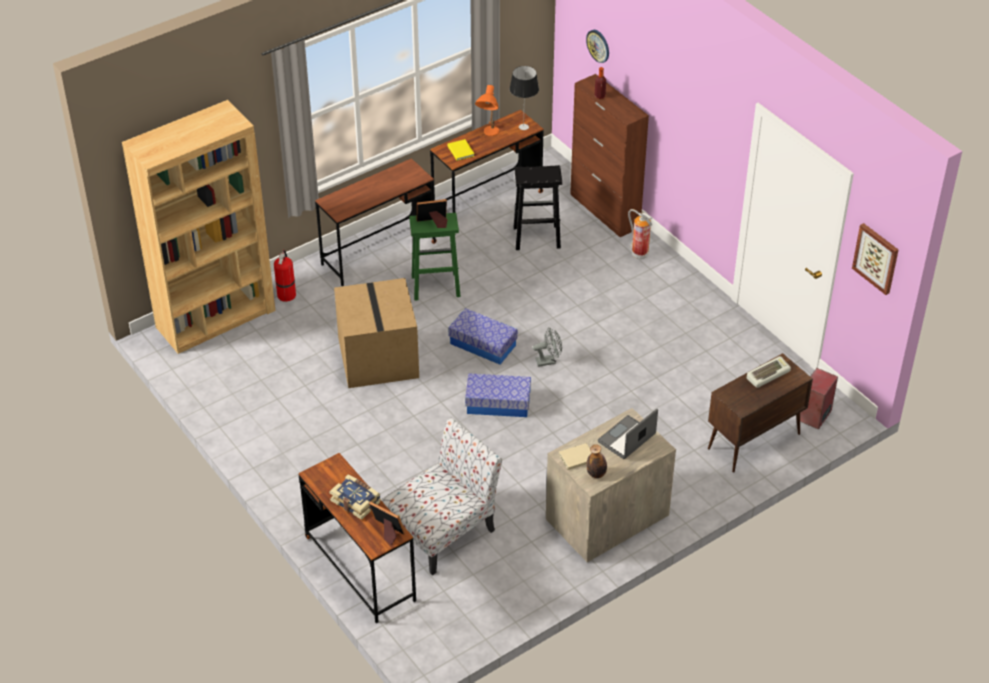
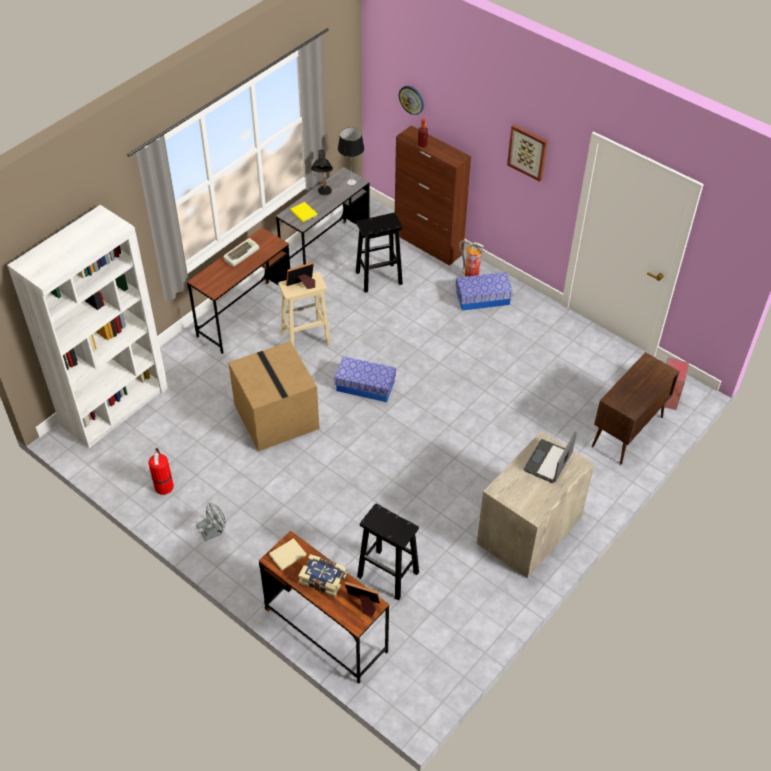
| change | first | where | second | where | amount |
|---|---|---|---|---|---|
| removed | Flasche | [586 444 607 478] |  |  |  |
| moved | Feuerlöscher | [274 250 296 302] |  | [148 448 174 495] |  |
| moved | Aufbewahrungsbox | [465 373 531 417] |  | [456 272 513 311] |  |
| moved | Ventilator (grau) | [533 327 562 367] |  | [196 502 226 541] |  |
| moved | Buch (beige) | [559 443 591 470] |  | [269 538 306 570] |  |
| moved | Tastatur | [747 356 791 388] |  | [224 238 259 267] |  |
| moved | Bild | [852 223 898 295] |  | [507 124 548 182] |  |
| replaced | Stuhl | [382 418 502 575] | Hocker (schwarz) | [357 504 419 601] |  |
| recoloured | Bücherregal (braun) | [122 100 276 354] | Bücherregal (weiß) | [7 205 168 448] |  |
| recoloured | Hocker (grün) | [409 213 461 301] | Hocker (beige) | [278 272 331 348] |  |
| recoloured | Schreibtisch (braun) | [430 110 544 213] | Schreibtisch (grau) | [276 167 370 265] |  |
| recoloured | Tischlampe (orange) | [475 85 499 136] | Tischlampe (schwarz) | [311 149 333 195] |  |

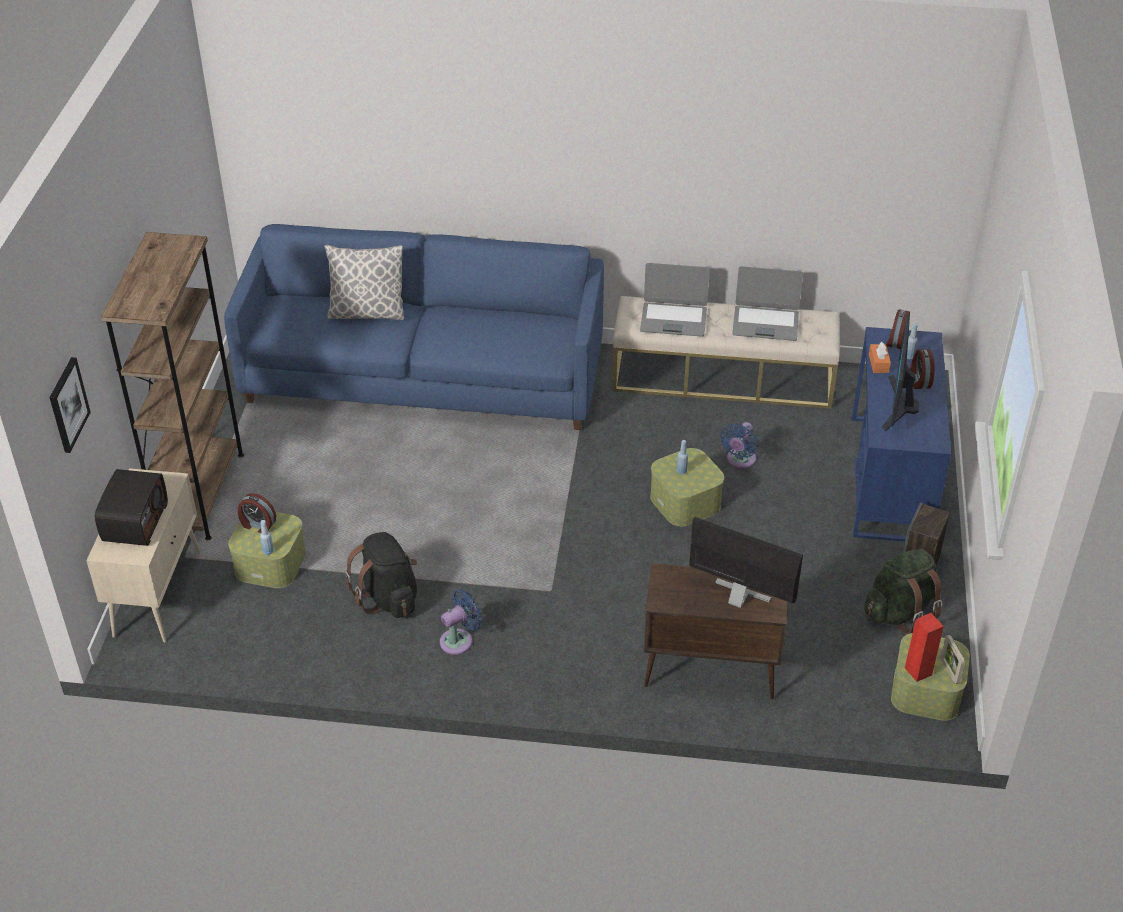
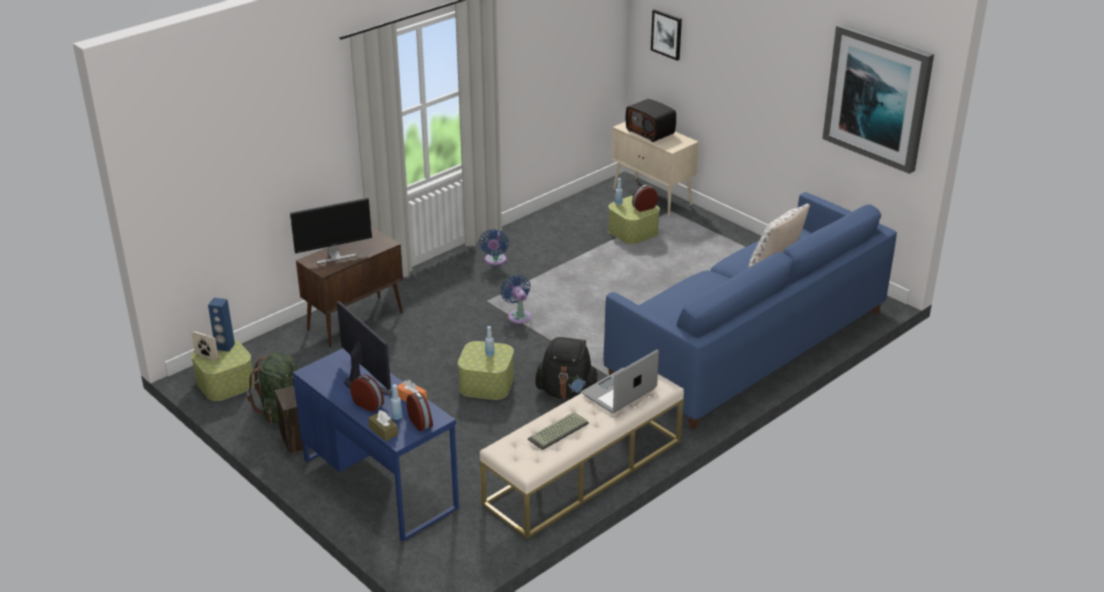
| change | first | where | second | where | amount |
|---|---|---|---|---|---|
| removed | Bücherregal (braun) | [101 232 244 540] |  |  |  |
| added |  |  | Taschentuchbox (braun) | [368 410 398 441] |  |
| added |  |  | Bild | [822 24 934 174] |  |
| moved | Rucksack (schwarz) | [345 532 417 618] |  | [536 337 600 399] |  |
| moved | Ventilator (blau) | [720 422 758 469] |  | [501 275 531 324] |  |
| replaced | Laptop | [732 266 803 341] | Tastatur | [528 412 589 450] |  |
| recoloured | Lautsprecher (rot) | [905 613 944 682] | Lautsprecher (blau) | [208 298 235 352] |  |

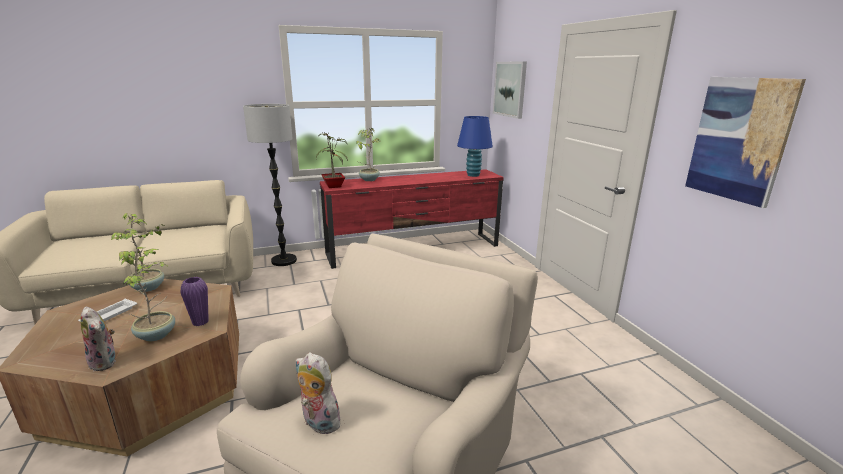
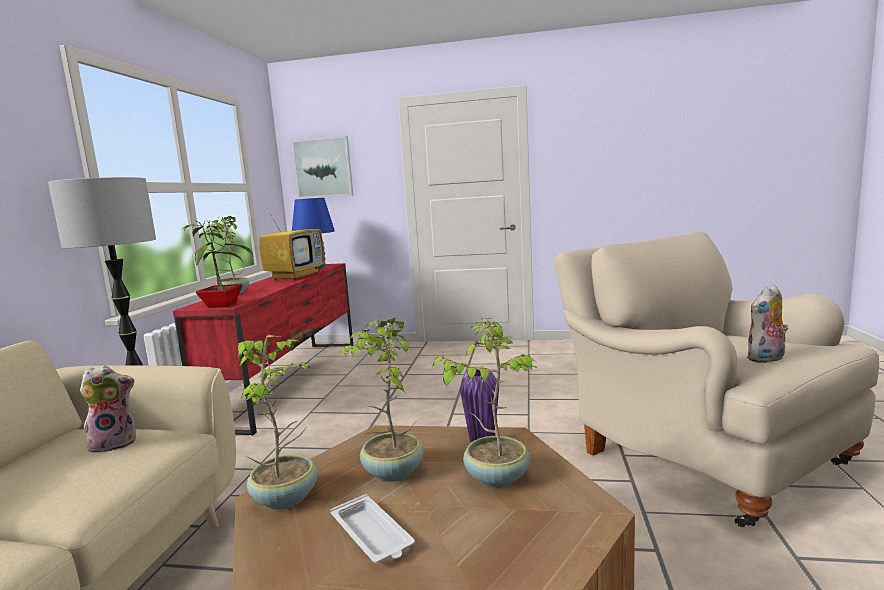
| change | first | where | second | where | amount |
|---|---|---|---|---|---|
| removed | Bild | [685 77 806 208] |  |  |  |
| added |  |  | Fernseher | [259 207 324 281] |  |
| added |  |  | Topfpflanze | [339 318 424 482] |  |
| moved | Plüschtier | [80 306 116 372] |  | [80 366 136 452] |  |

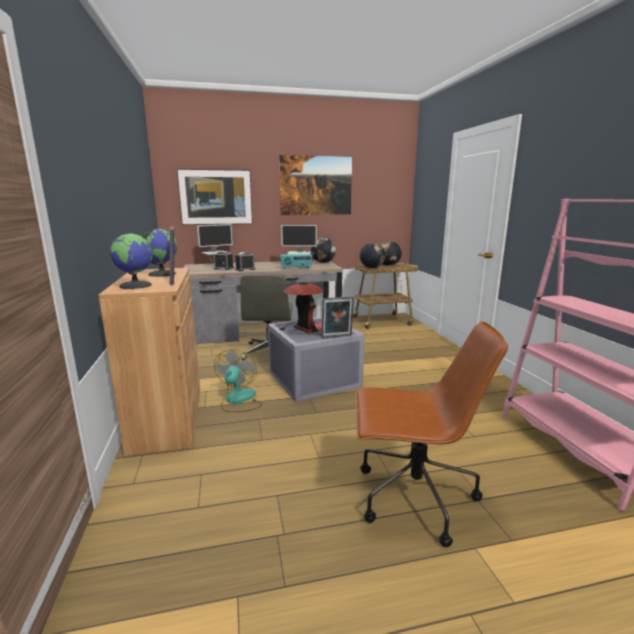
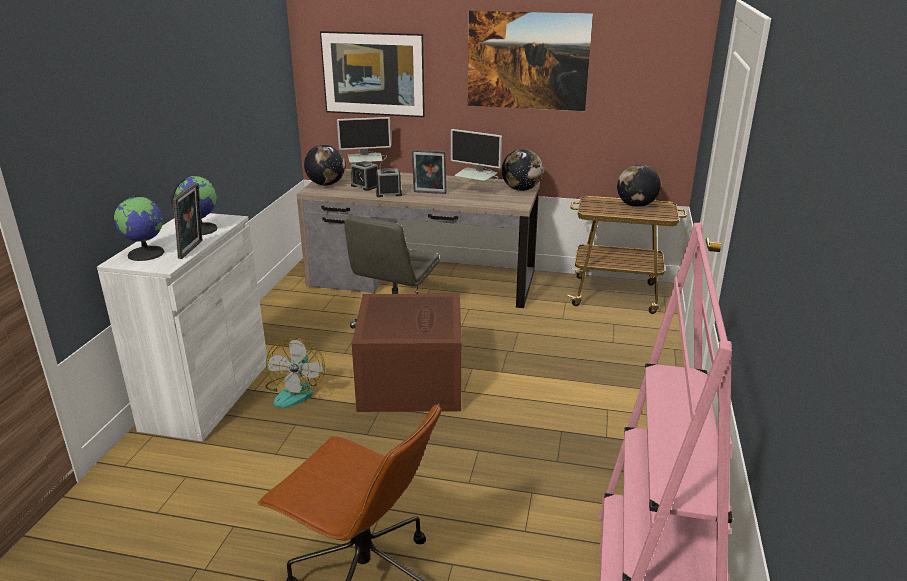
| change | first | where | second | where | amount |
|---|---|---|---|---|---|
| removed | Tischlampe | [279 282 324 335] |  |  |  |
| removed | Radio | [280 254 312 269] |  |  |  |
| moved | Bilderrahmen | [322 296 354 338] |  | [412 150 446 194] |  |
| moved | Globus | [360 242 386 268] |  | [304 145 345 186] |  |
| recoloured | Schrank (braun) | [99 268 200 456] | Schrank (weiß) | [97 213 268 442] |  |
| recoloured | Aufbewahrungsbox (grau) | [268 317 365 402] | Aufbewahrungsbox (braun) | [352 294 462 412] |  |
| turned | Ventilator | [214 349 262 412] |  | [266 338 325 408] | 150 degrees clockwise |

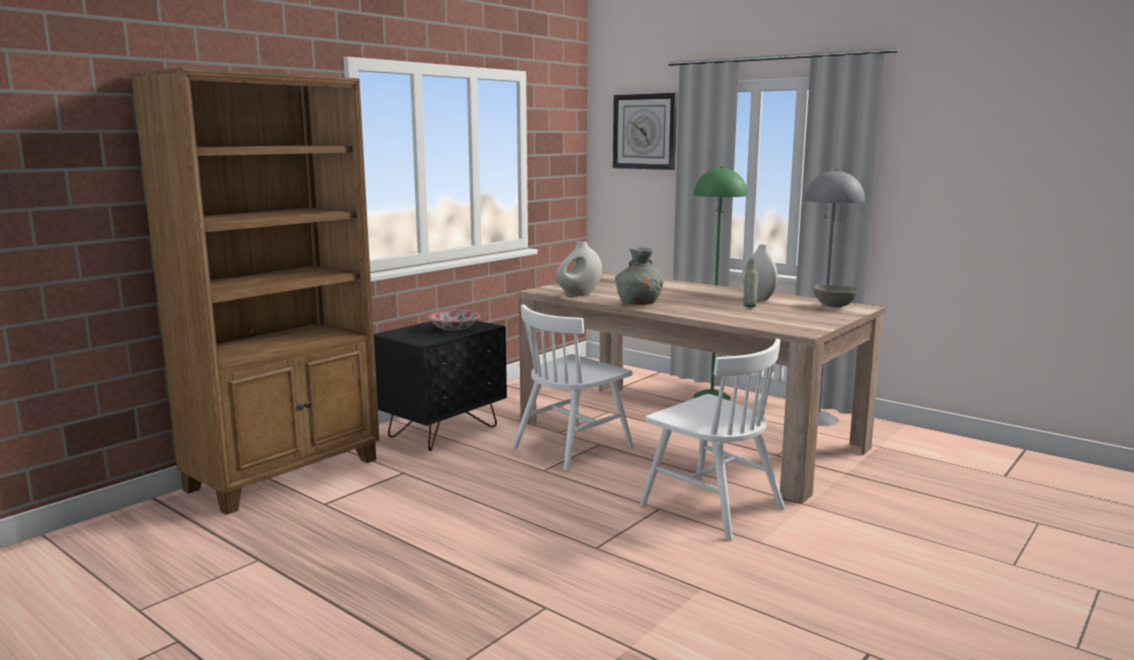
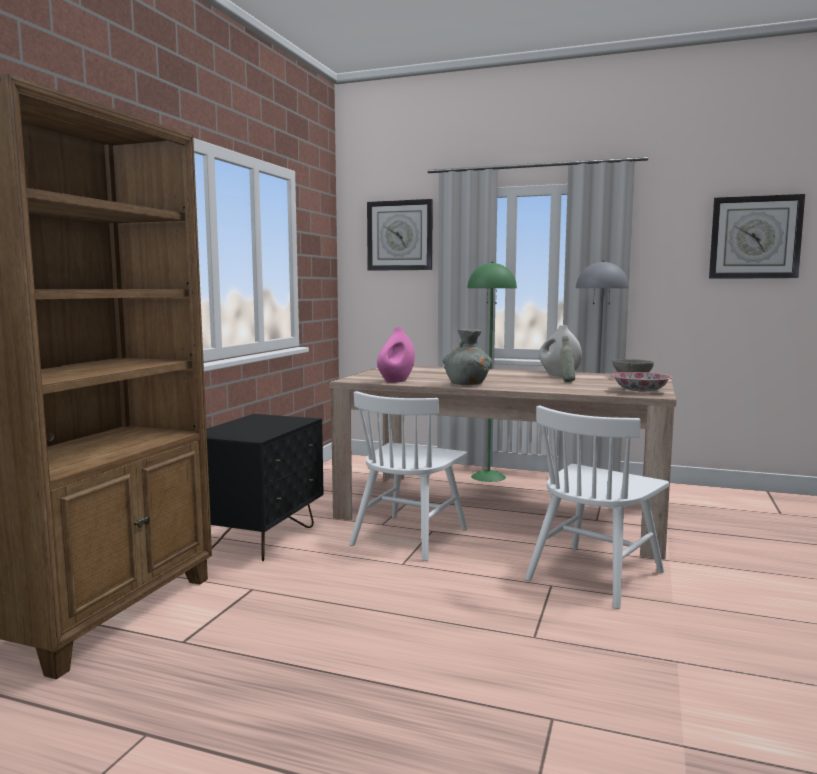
| change | first | where | second | where | amount |
|---|---|---|---|---|---|
| added |  |  | Wanduhr | [709 194 805 279] |  |
| moved | Schüssel | [428 310 480 331] |  | [611 372 672 392] |  |
| recoloured | Vase (weiß) | [556 241 602 296] | Vase (rosa) | [377 327 415 383] |  |
| turned | Stuhl (weiß) | [640 339 785 540] |  | [525 406 669 609] | 105 degrees clockwise |

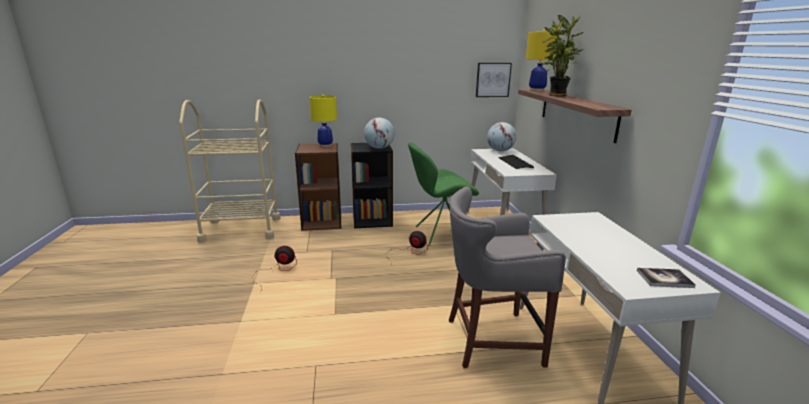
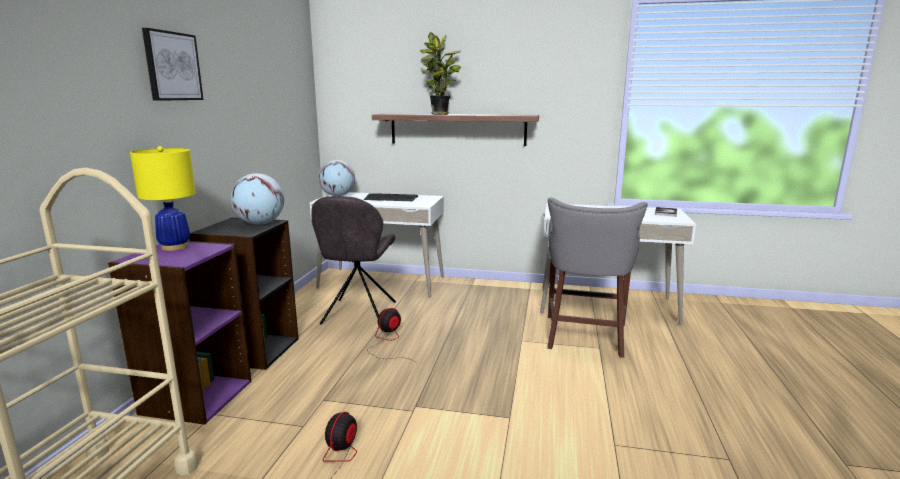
| change | first | where | second | where | amount |
|---|---|---|---|---|---|
| removed | Tischlampe (gelb) | [526 30 557 92] |  |  |  |
| moved | Bild | [476 63 512 97] |  | [142 28 203 101] |  |
| recoloured | Bücherregal (braun) | [295 143 341 231] | Bücherregal (lila) | [108 241 251 425] |  |
| recoloured | Stuhl (grün) | [408 142 479 246] | Stuhl (grau) | [311 196 396 325] |  |

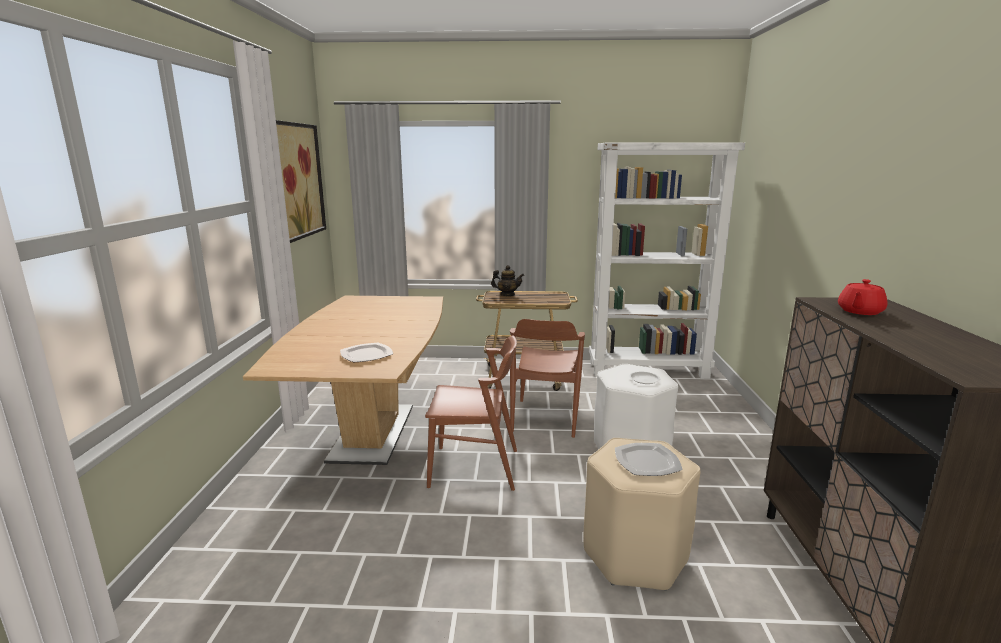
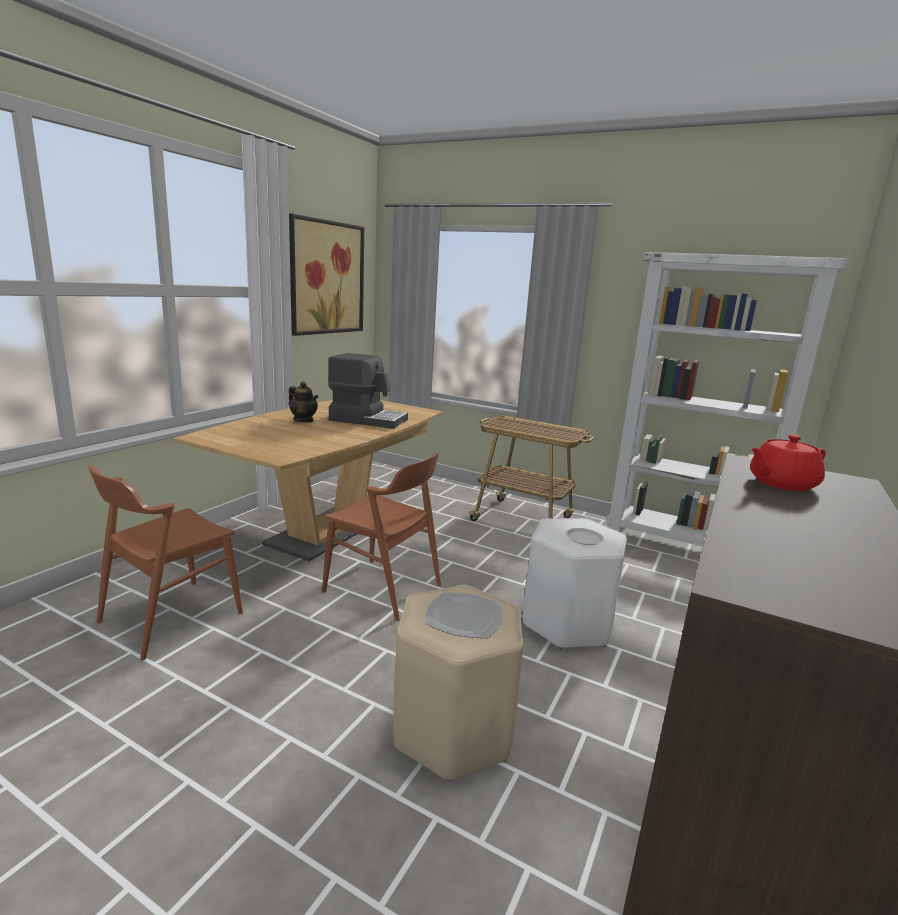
| change | first | where | second | where | amount |
|---|---|---|---|---|---|
| removed | Teller | [340 343 393 362] |  |  |  |
| added |  |  | Kaffeemaschine | [328 353 408 429] |  |
| moved | Teekanne | [491 265 524 296] |  | [289 381 318 422] |  |
| moved | Stuhl (braun) | [510 319 585 438] |  | [87 465 243 661] |  |

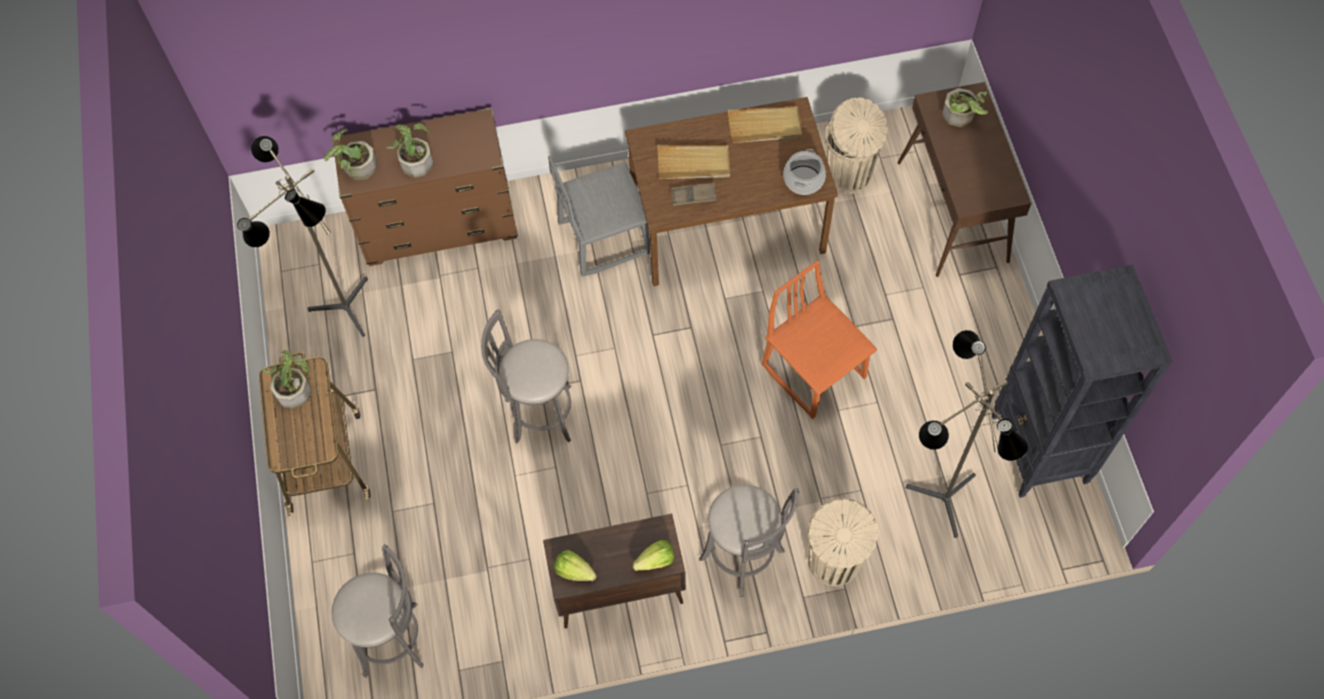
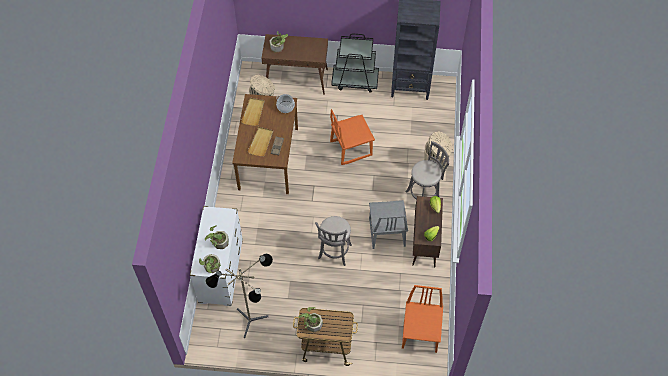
| change | first | where | second | where | amount |
|---|---|---|---|---|---|
| removed | Stehlampe | [906 330 1028 538] |  |  |  |
| added |  |  | Rollwagen (schwarz) | [331 33 379 93] |  |
| moved | Stuhl (grau) | [548 156 651 277] |  | [369 200 408 249] |  |
| replaced | Hocker (grau) | [332 544 424 678] | Stuhl (orange) | [402 285 443 353] |  |
| recoloured | Kommode (braun) | [332 108 518 266] | Kommode (weiß) | [190 206 243 306] |  |

